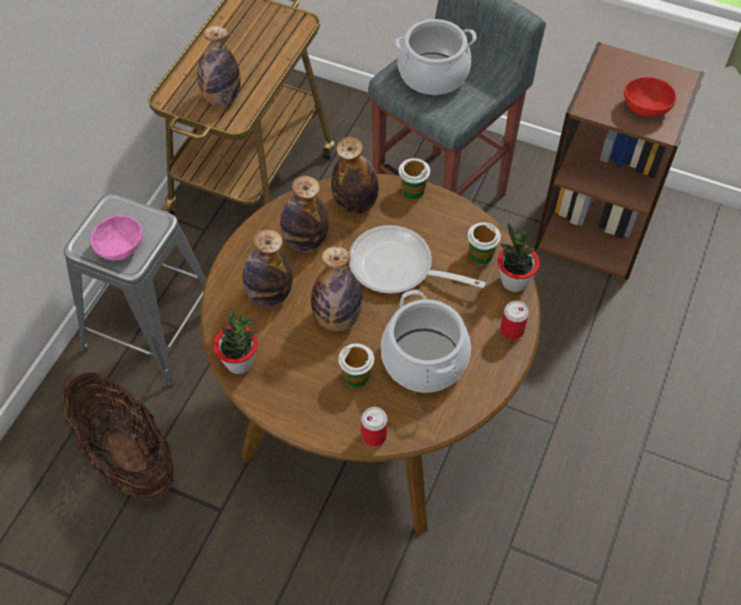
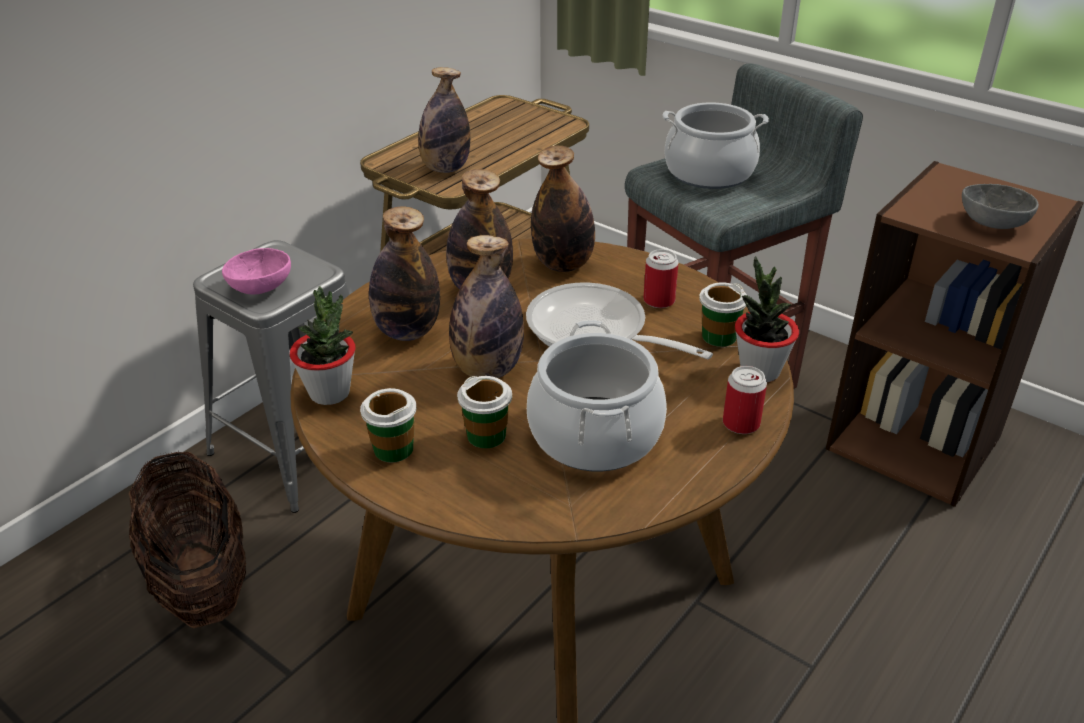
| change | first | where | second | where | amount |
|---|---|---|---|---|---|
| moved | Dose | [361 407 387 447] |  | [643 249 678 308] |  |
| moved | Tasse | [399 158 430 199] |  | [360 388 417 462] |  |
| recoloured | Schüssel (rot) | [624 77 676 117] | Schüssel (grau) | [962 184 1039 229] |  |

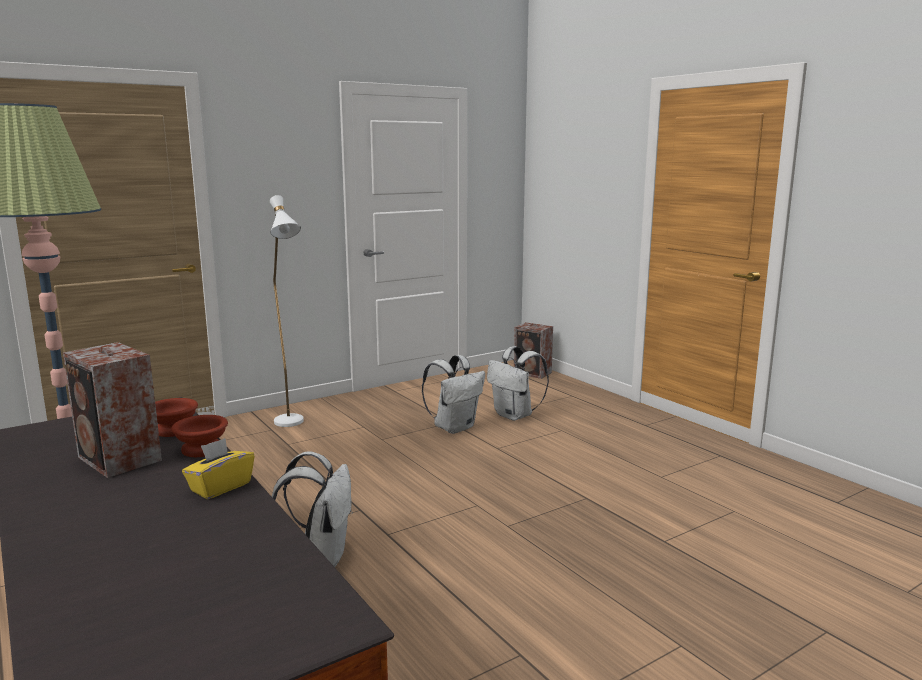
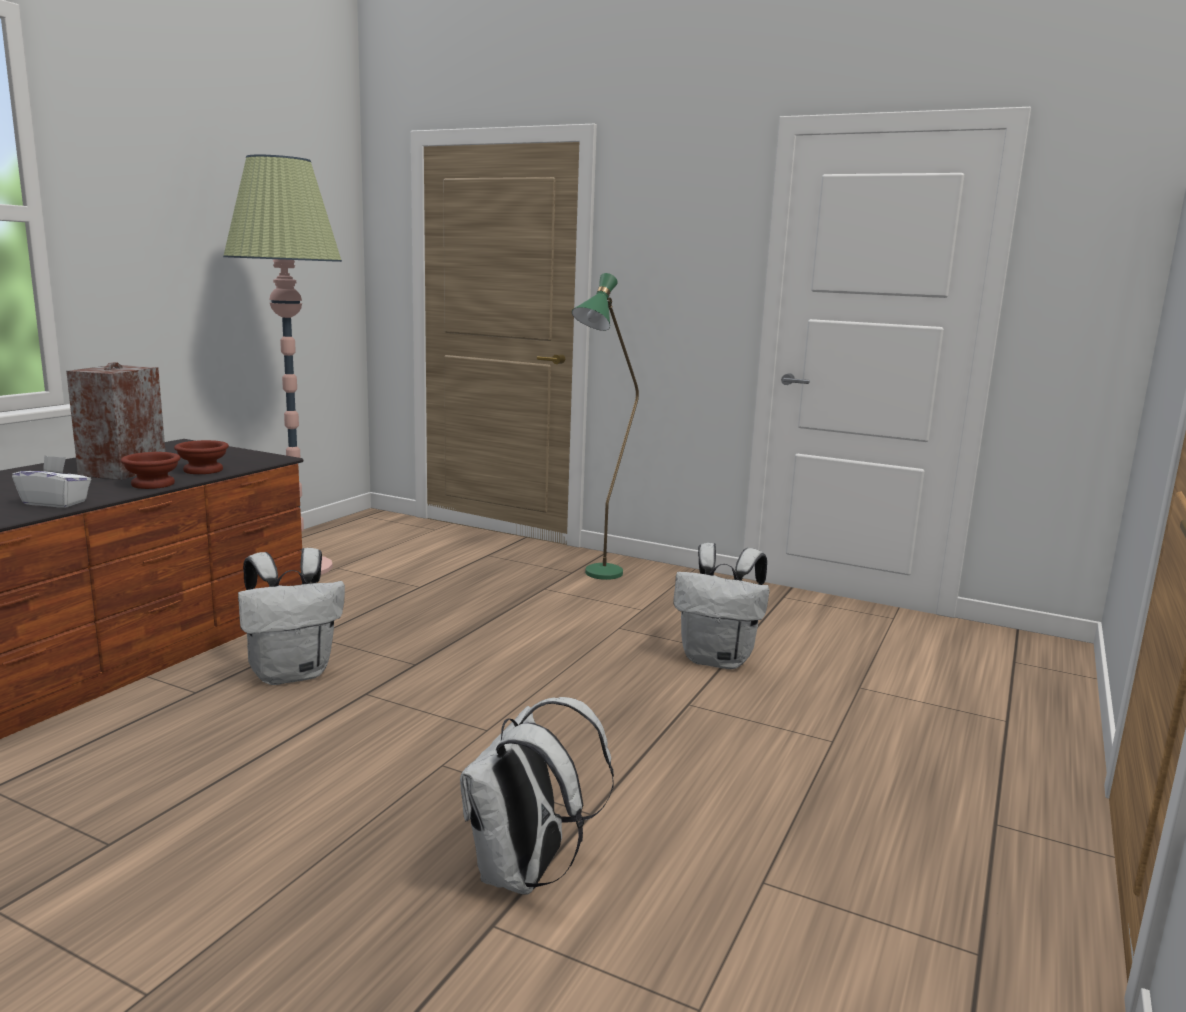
| change | first | where | second | where | amount |
|---|---|---|---|---|---|
| removed | Lautsprecher | [514 322 553 379] |  |  |  |
| moved | Rucksack (weiß) | [487 346 549 421] |  | [460 697 614 894] |  |
| recoloured | Taschentuchbox (gelb) | [182 438 255 499] | Taschentuchbox (weiß) | [12 456 91 508] |  |
| recoloured | Stehlampe (weiß) | [270 195 304 427] | Stehlampe (grün) | [572 273 639 580] |  |

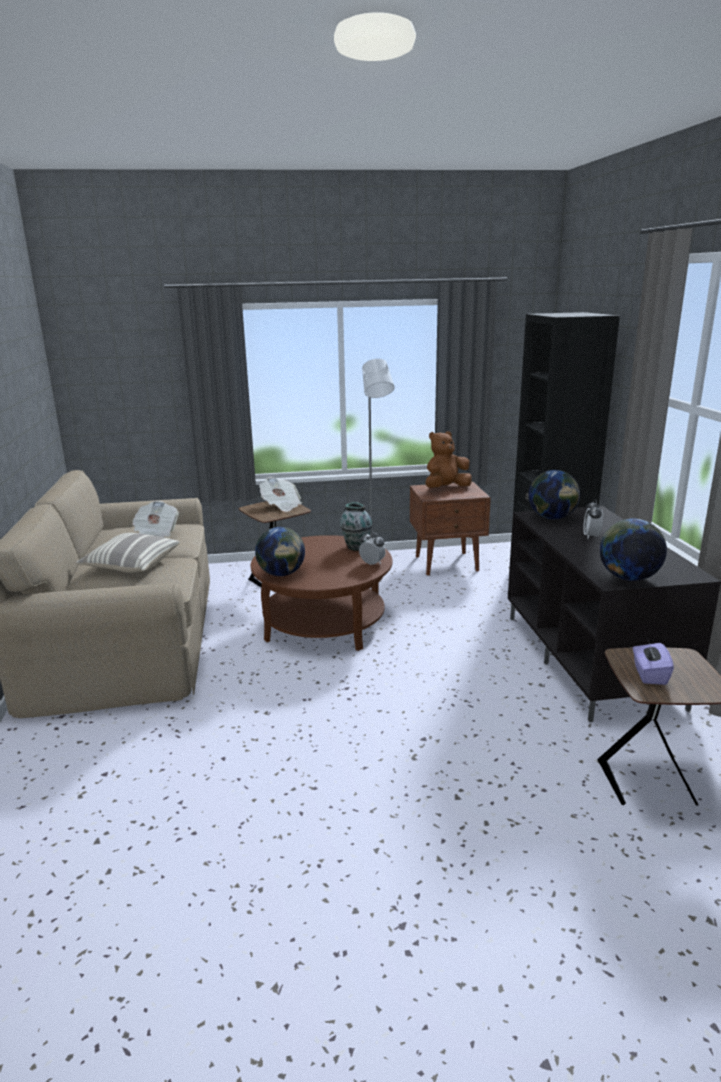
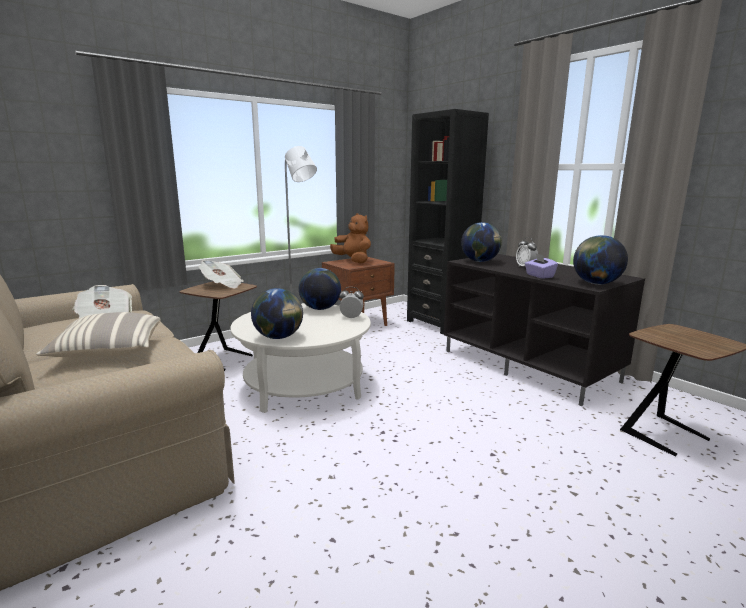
| change | first | where | second | where | amount |
|---|---|---|---|---|---|
| moved | Taschentuchbox (lila) | [633 640 674 685] |  | [525 254 558 279] |  |
| replaced | Vase | [340 502 372 551] | Globus | [299 268 341 310] |  |
| recoloured | Couchtisch (braun) | [251 535 393 651] | Couchtisch (weiß) | [230 303 371 413] |  |
| turned | Plüschtier (braun) | [425 431 472 488] |  | [330 213 371 263] | 105 degrees clockwise |

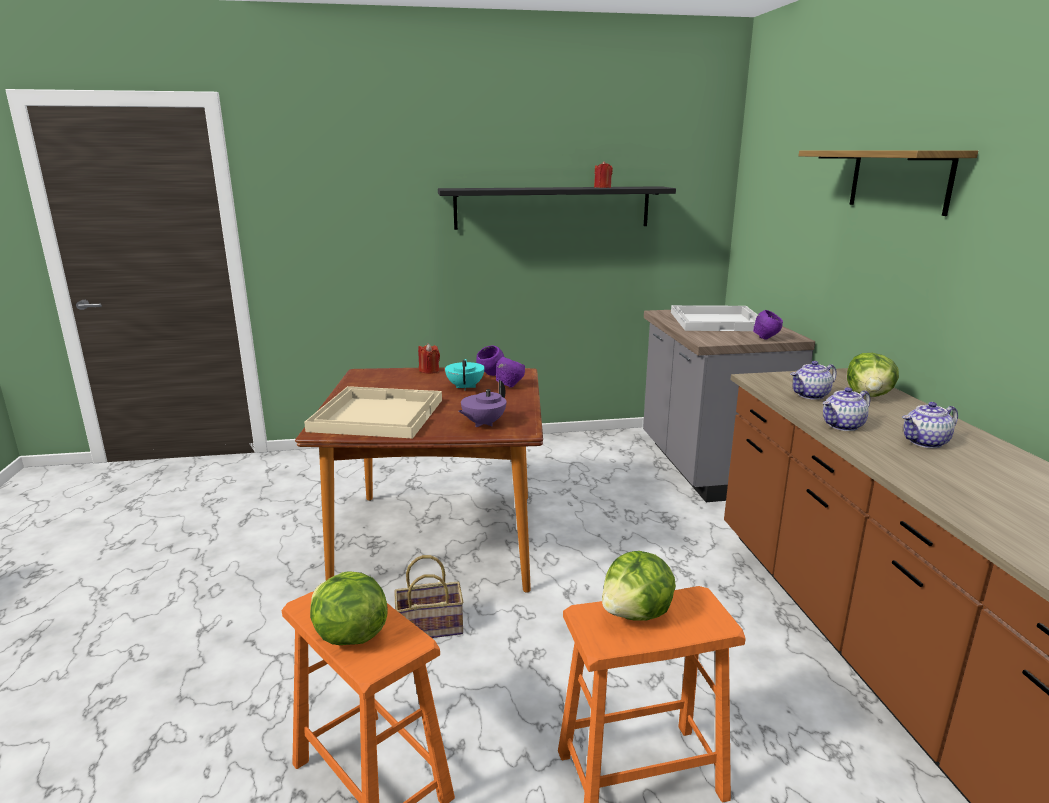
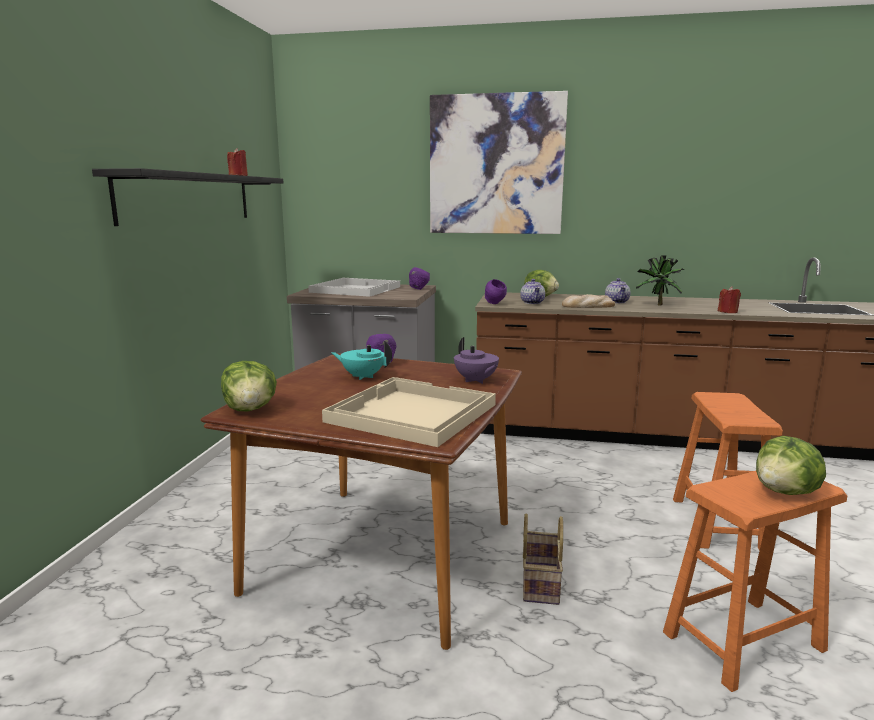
| change | first | where | second | where | amount |
|---|---|---|---|---|---|
| added |  |  | Topfpflanze | [636 255 685 305] |  |
| moved | Kerze (rot) | [418 343 440 374] |  | [718 286 741 313] |  |
| moved | Schüssel (lila) | [476 346 504 376] |  | [485 279 507 304] |  |
| moved | Salatkopf | [602 551 676 621] |  | [221 361 277 411] |  |
| replaced | Wandregal | [798 150 978 216] | Bild | [430 91 568 234] |  |
| replaced | Teekanne | [822 387 870 431] | Brot | [562 294 615 308] |  |

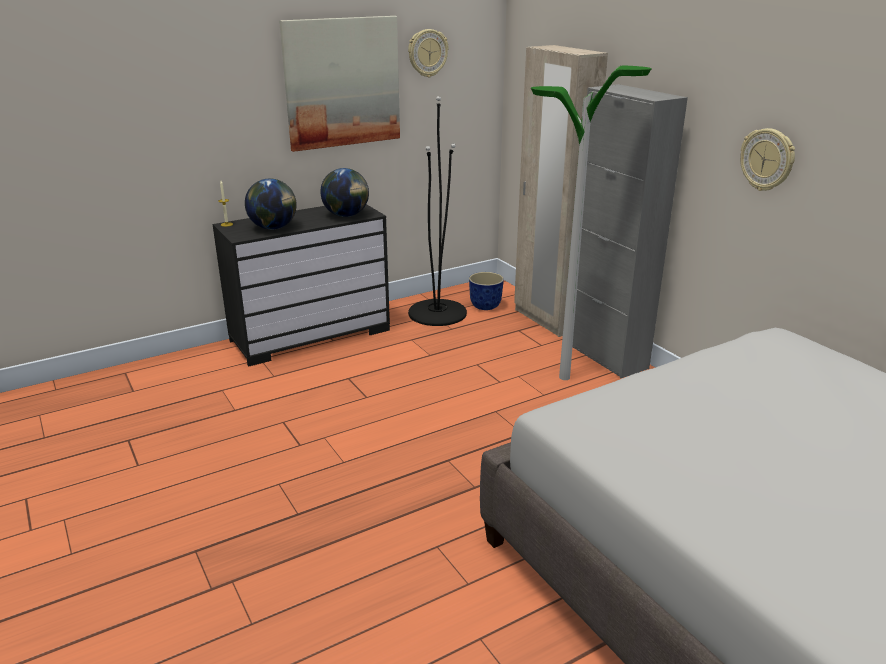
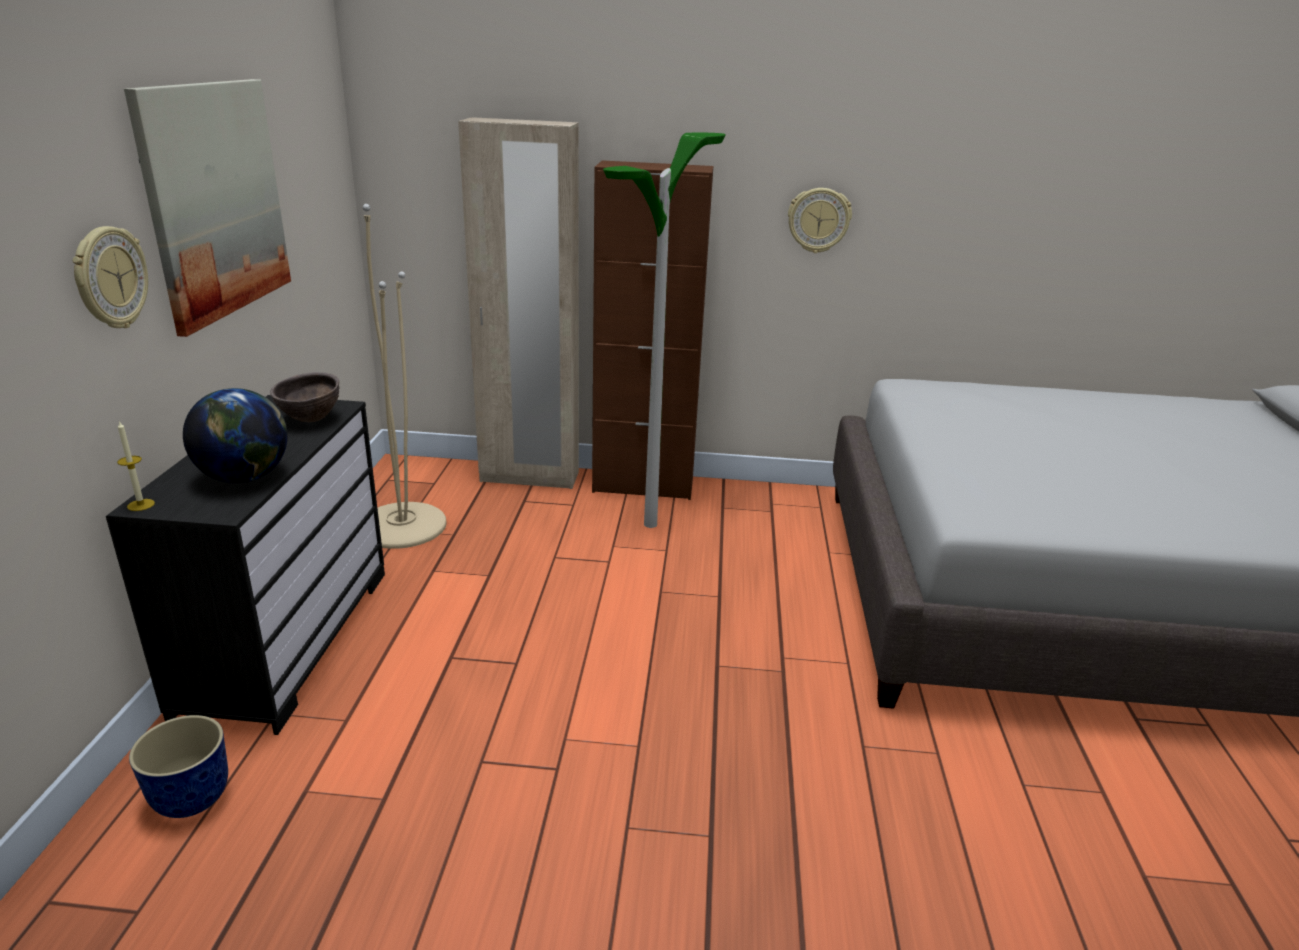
| change | first | where | second | where | amount |
|---|---|---|---|---|---|
| moved | Wanduhr | [408 29 448 77] |  | [72 226 148 328] |  |
| moved | Pflanzkübel | [469 272 504 310] |  | [129 715 228 818] |  |
| replaced | Globus | [320 168 369 217] | Schüssel (braun) | [270 372 339 422] |  |
| recoloured | Stehlampe (schwarz) | [408 96 467 326] | Stehlampe (beige) | [363 204 447 549] |  |
| recoloured | Schrank (grau) | [572 84 688 378] | Schrank (braun) | [592 160 713 500] |  |

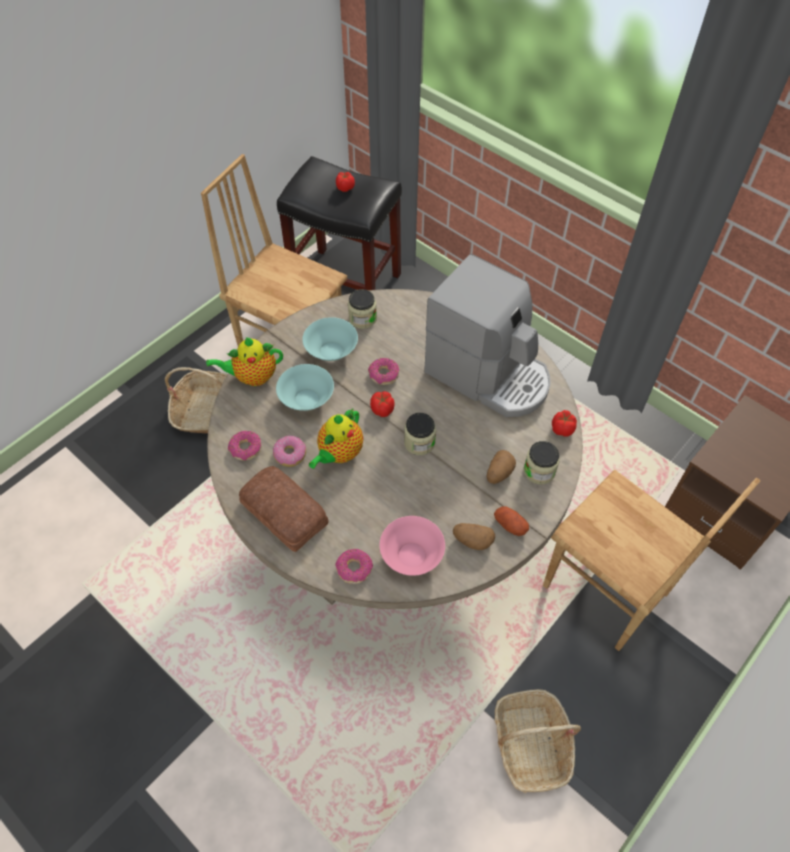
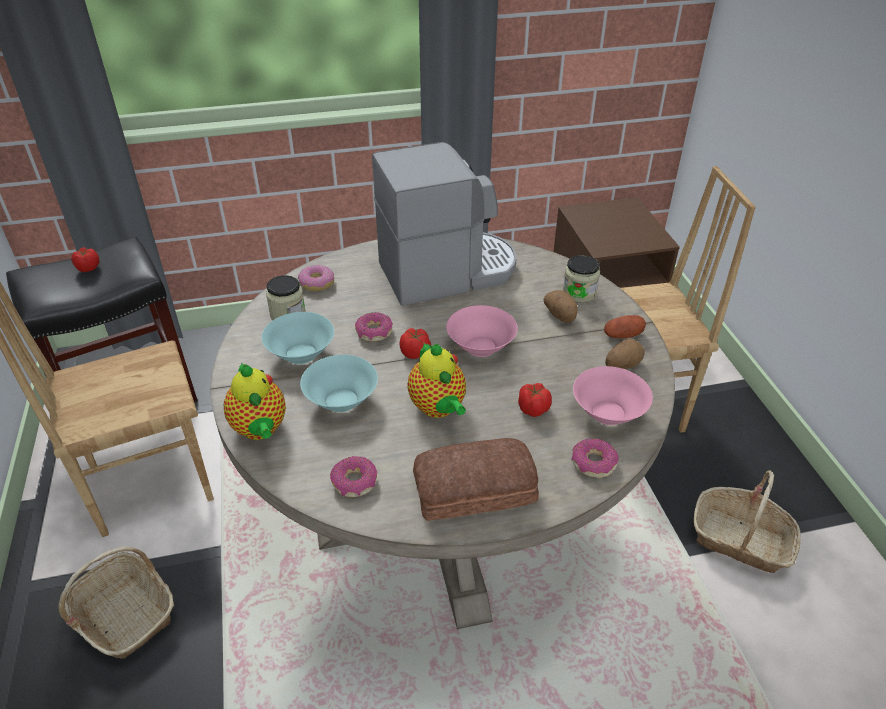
| change | first | where | second | where | amount |
|---|---|---|---|---|---|
| moved | Donut | [273 435 306 467] |  | [298 265 334 291] |  |
| moved | Tomate | [552 410 577 437] |  | [518 383 552 417] |  |
| replaced | Vorratsglas | [404 413 436 455] | Schüssel (rosa) | [446 305 518 357] |  |
| turned | Teekanne | [206 337 283 386] |  | [224 362 286 440] | 45 degrees counterclockwise |

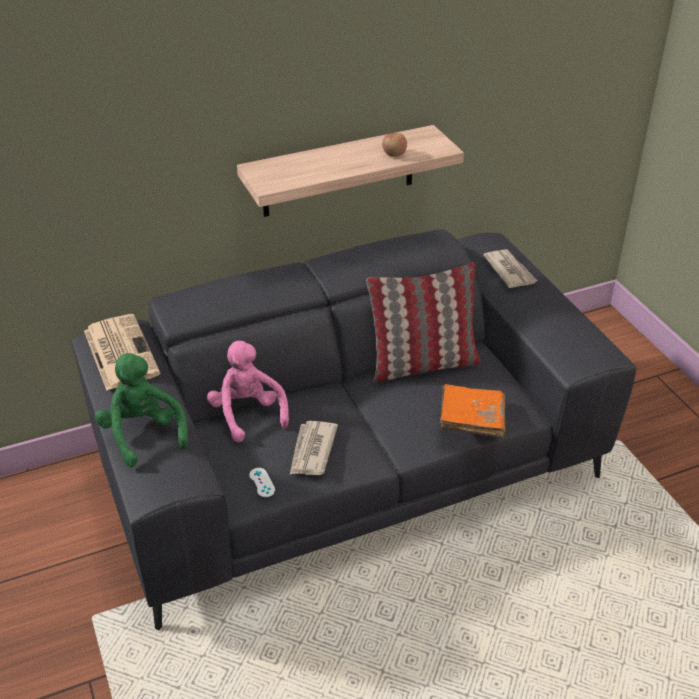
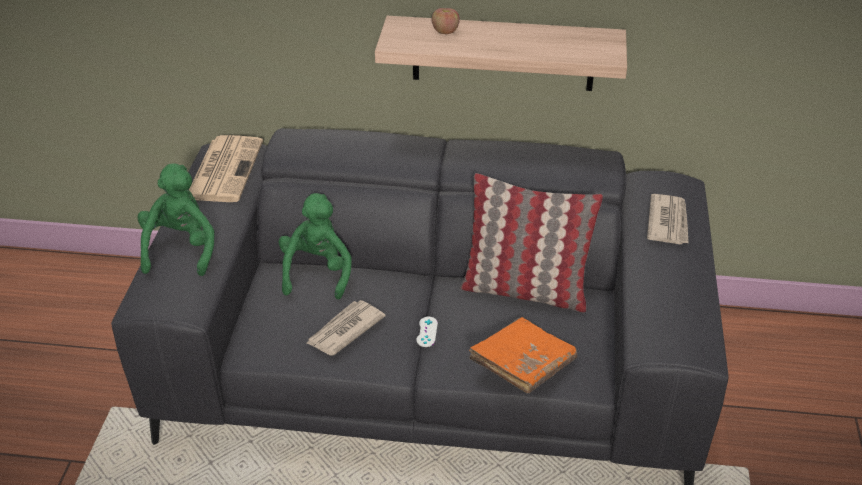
| change | first | where | second | where | amount |
|---|---|---|---|---|---|
| moved | Gamepad (weiß) | [249 468 275 497] |  | [416 317 438 347] |  |
| moved | Apfel | [382 133 407 157] |  | [432 8 460 34] |  |
| recoloured | Plüschtier (rosa) | [207 341 289 443] | Plüschtier (grün) | [279 193 352 299] |  |

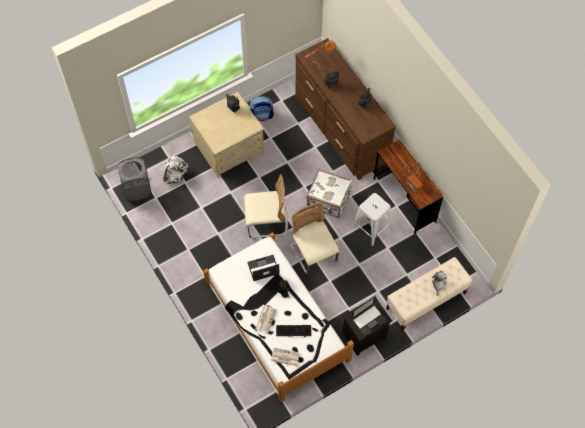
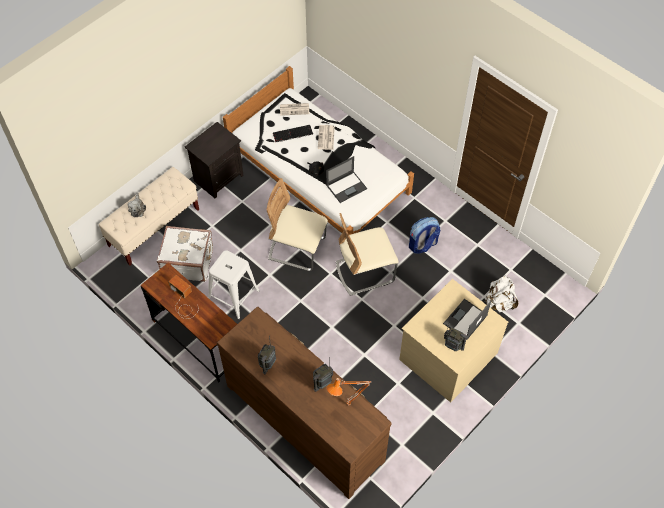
| change | first | where | second | where | amount |
|---|---|---|---|---|---|
| removed | Wäschekorb (grau) | [117 157 152 201] |  |  |  |
| moved | Rucksack | [250 96 274 122] |  | [409 217 440 253] |  |
| moved | Koffer (weiß) | [306 169 352 218] |  | [157 226 213 282] |  |
| moved | Laptop | [351 296 387 336] |  | [443 299 491 340] |  |
| turned | Stuhl (beige) | [290 202 339 275] |  | [266 178 328 271] | 150 degrees clockwise |

